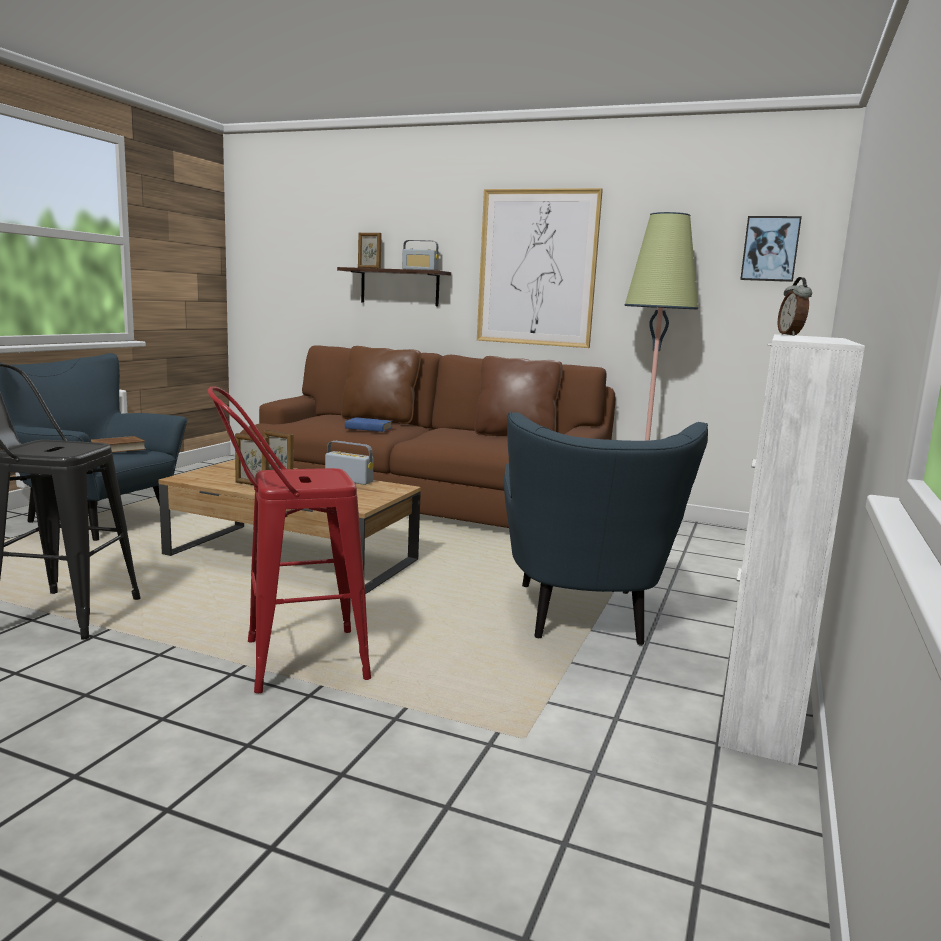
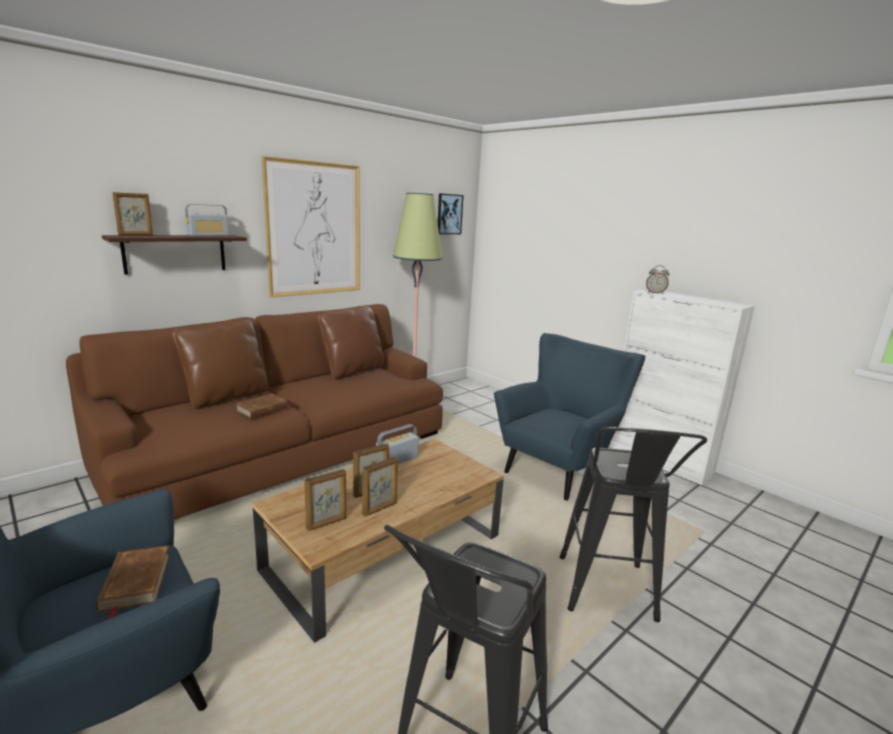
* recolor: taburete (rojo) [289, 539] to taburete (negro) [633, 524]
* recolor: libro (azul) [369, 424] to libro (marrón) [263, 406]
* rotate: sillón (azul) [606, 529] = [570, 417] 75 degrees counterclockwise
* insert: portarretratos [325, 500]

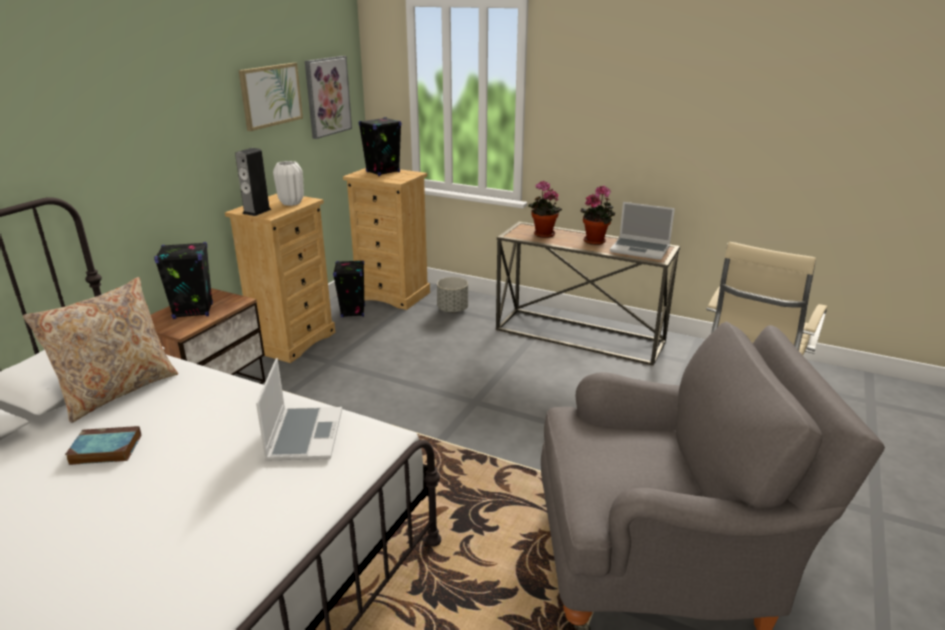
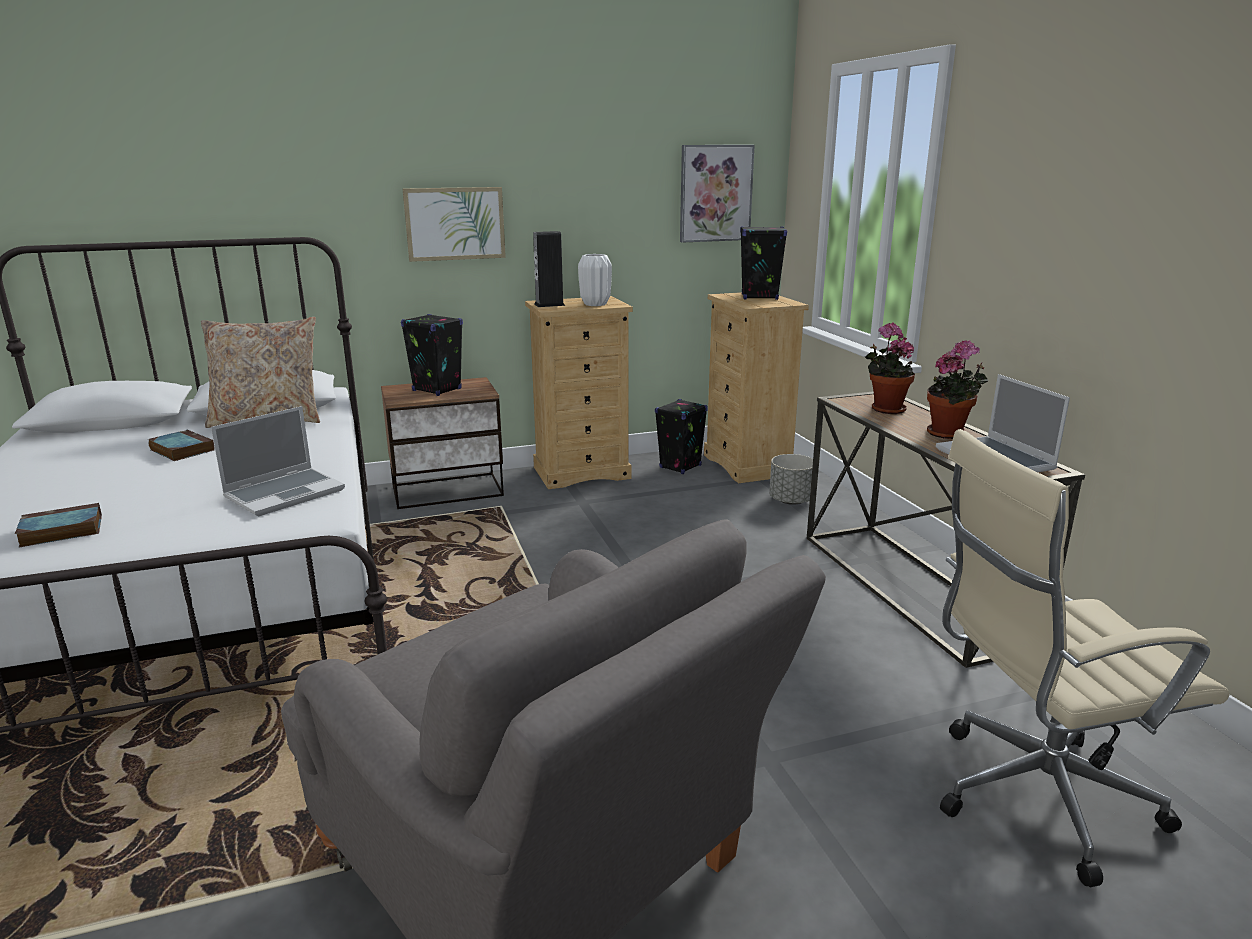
* move: cuadro [271, 97] to [454, 224]
* insert: libro [58, 525]

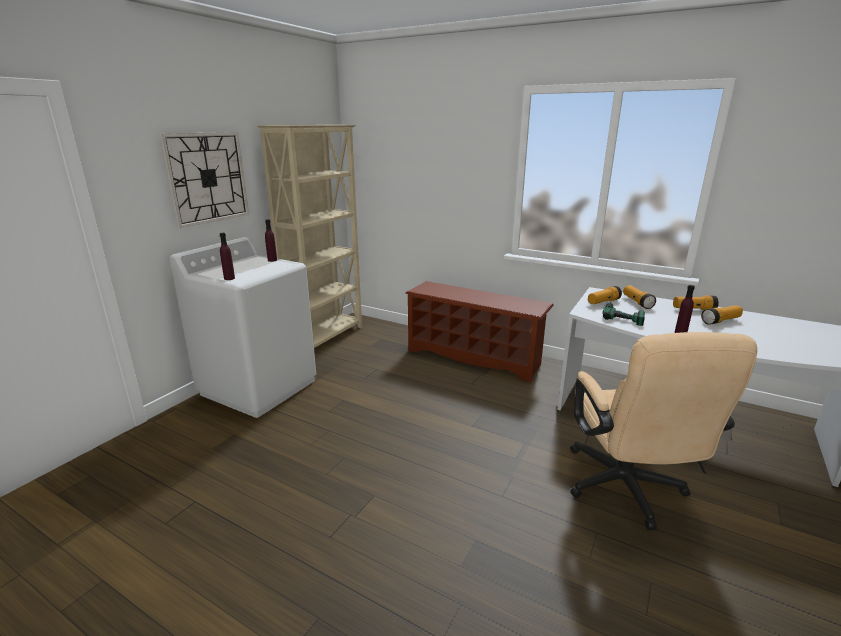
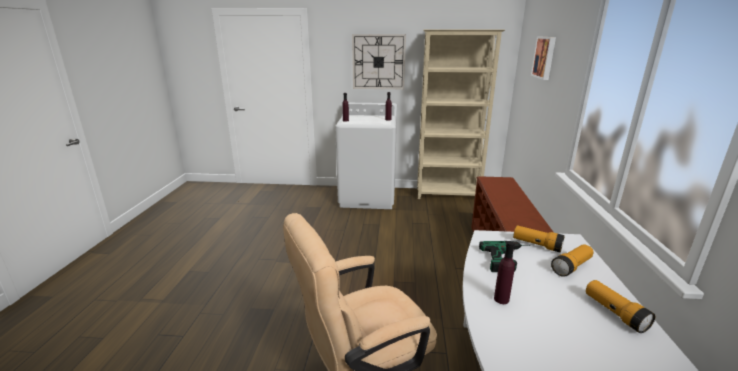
* delete: linterna [722, 315]
* insert: cuadro [543, 58]

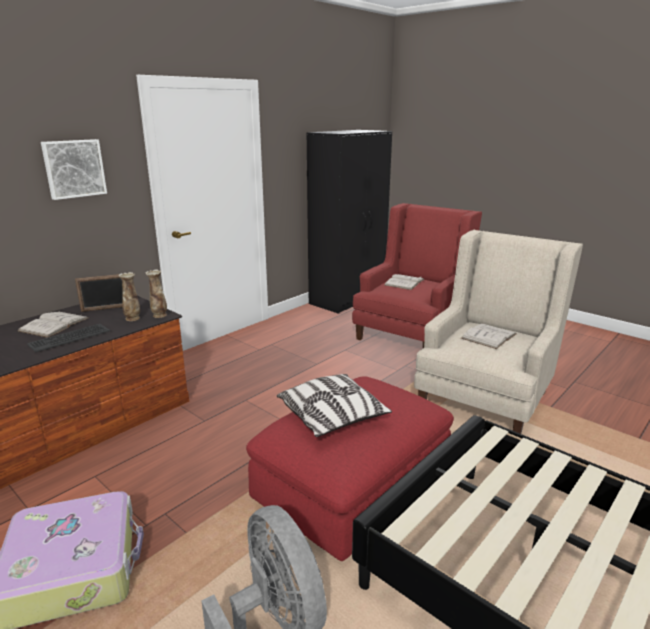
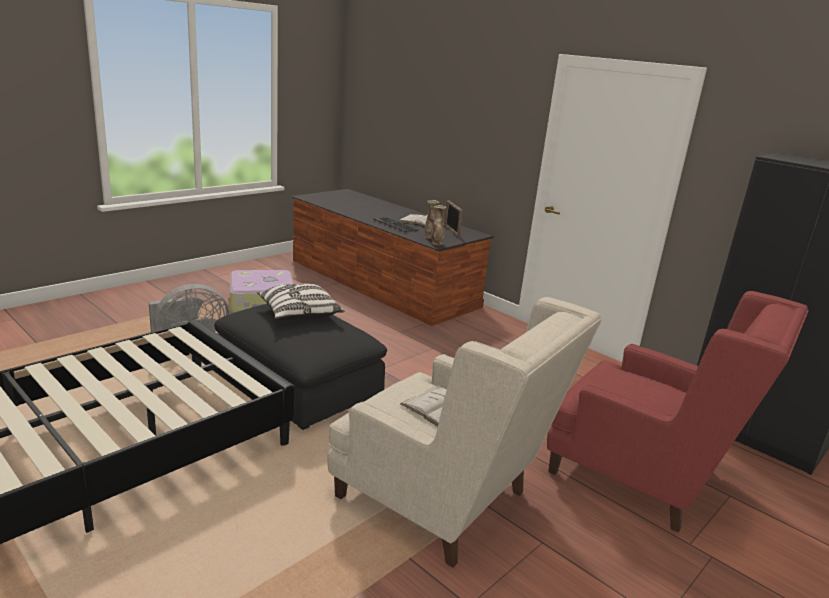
* delete: cuadro [74, 169]
* recolor: puf (rojo) [350, 468] to puf (negro) [300, 367]
* delete: libro (blanco) [404, 282]

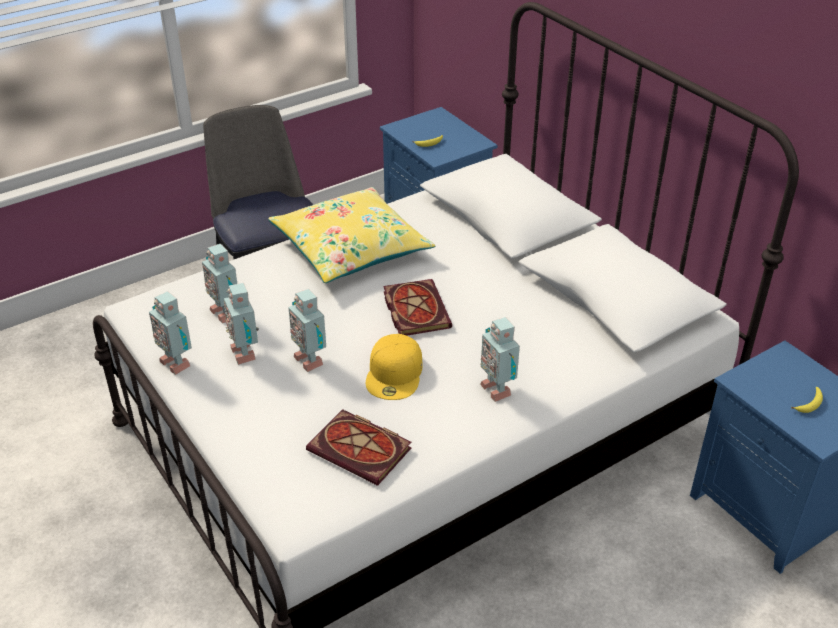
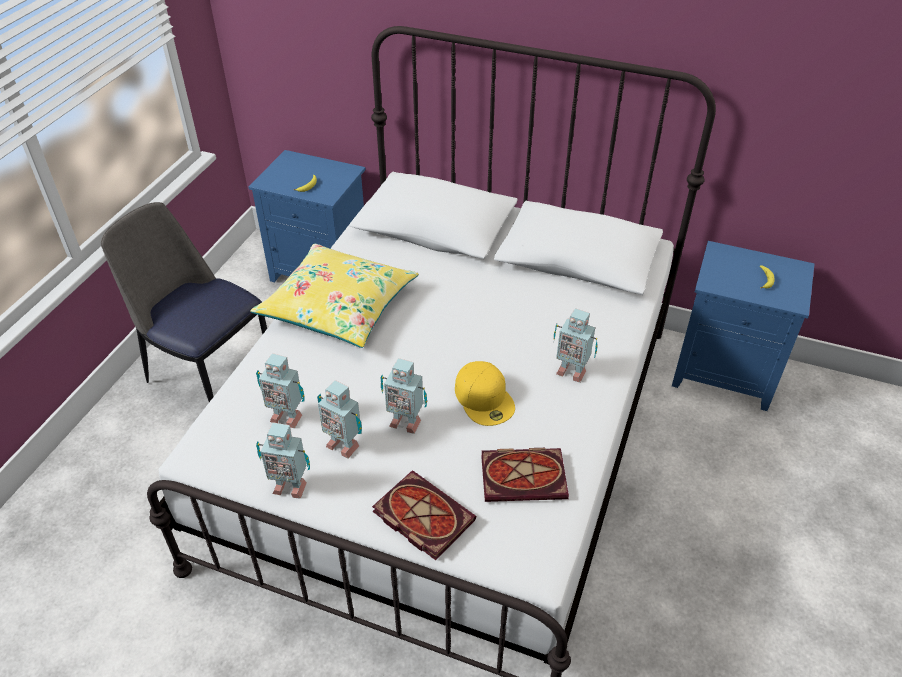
* move: libro [417, 307] to [424, 515]

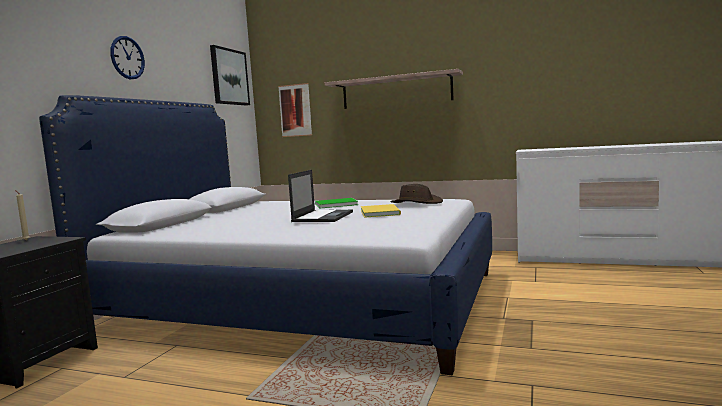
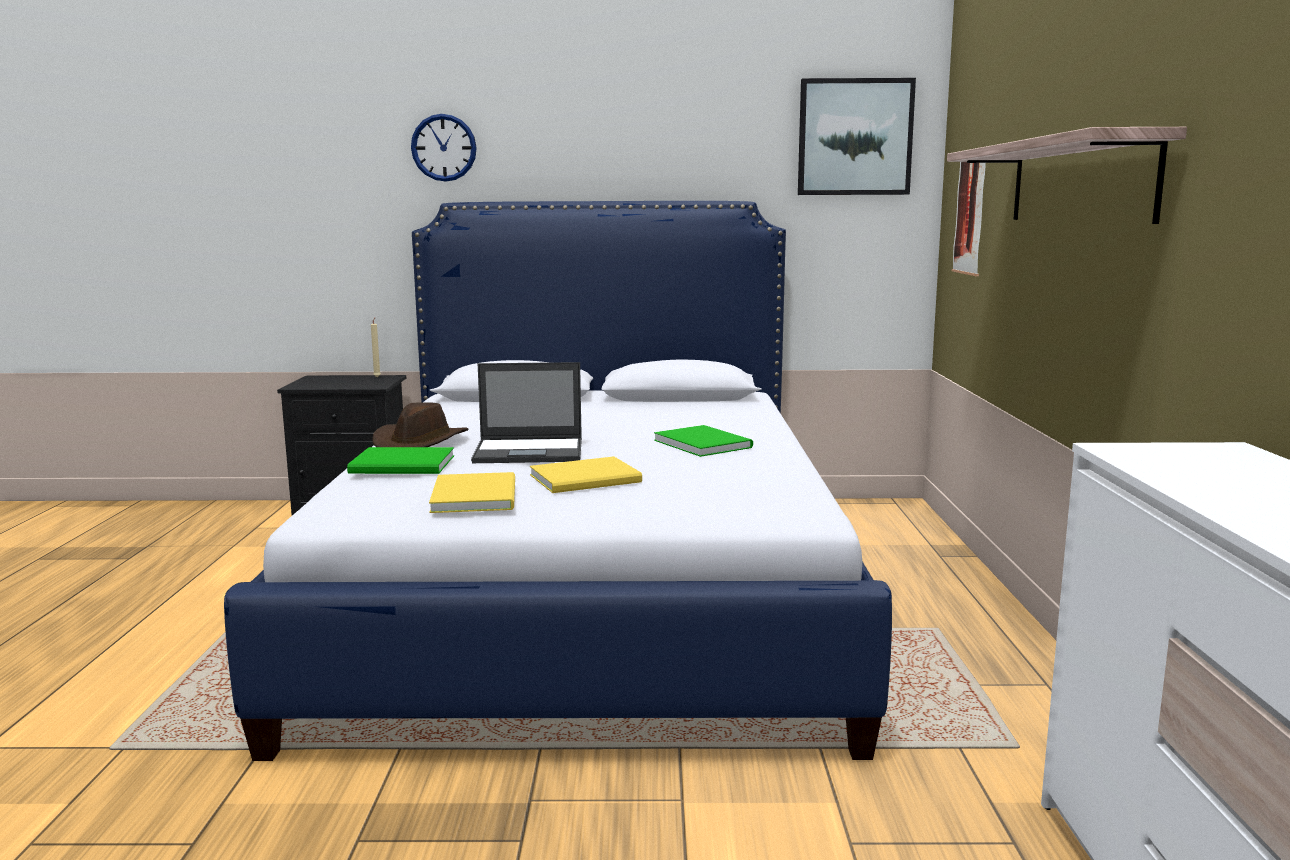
* move: reloj de pared [127, 57] to [444, 148]
* move: sombrero (marrón) [416, 194] to [420, 424]
* insert: libro (verde) [400, 460]
* insert: libro (amarillo) [472, 492]

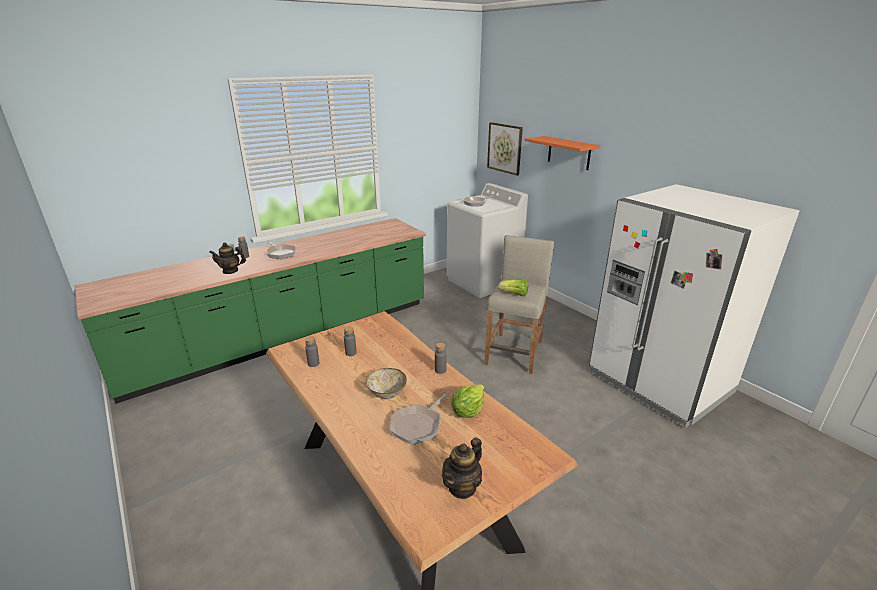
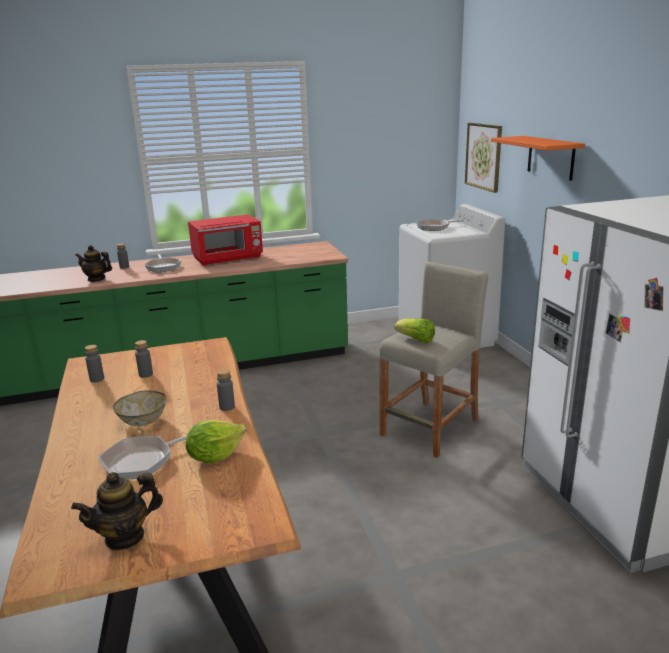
* insert: microondas (rojo) [225, 240]

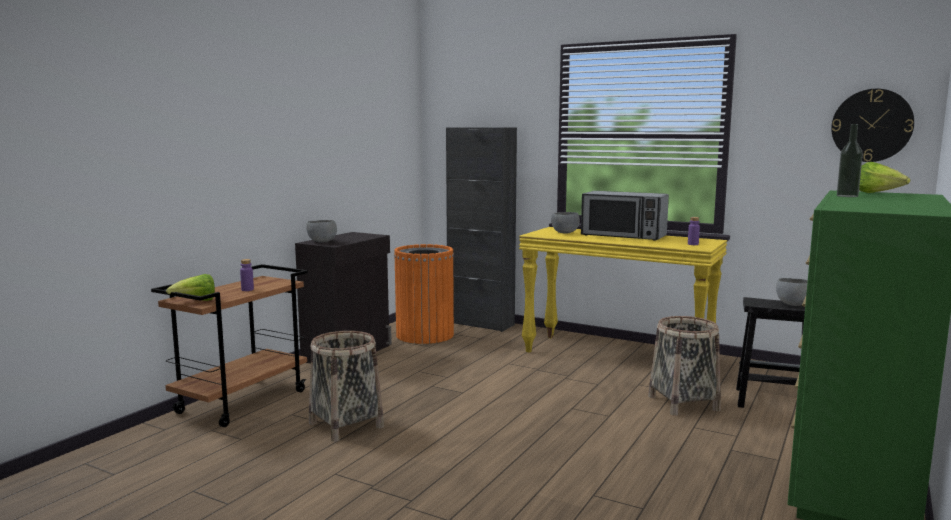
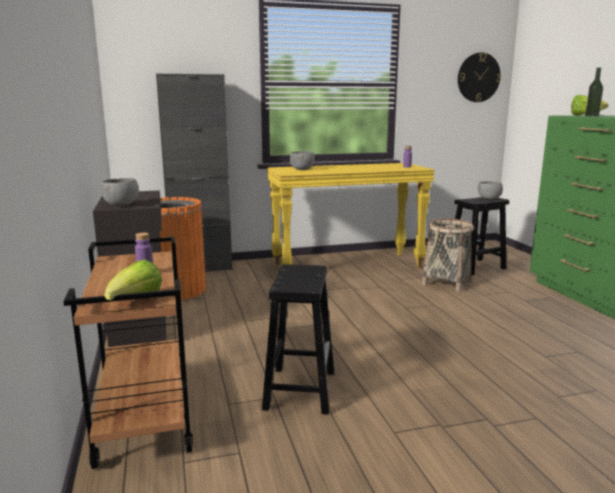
* replace: cesta [346, 386] to taburete (negro) [298, 339]
* delete: microondas [625, 216]

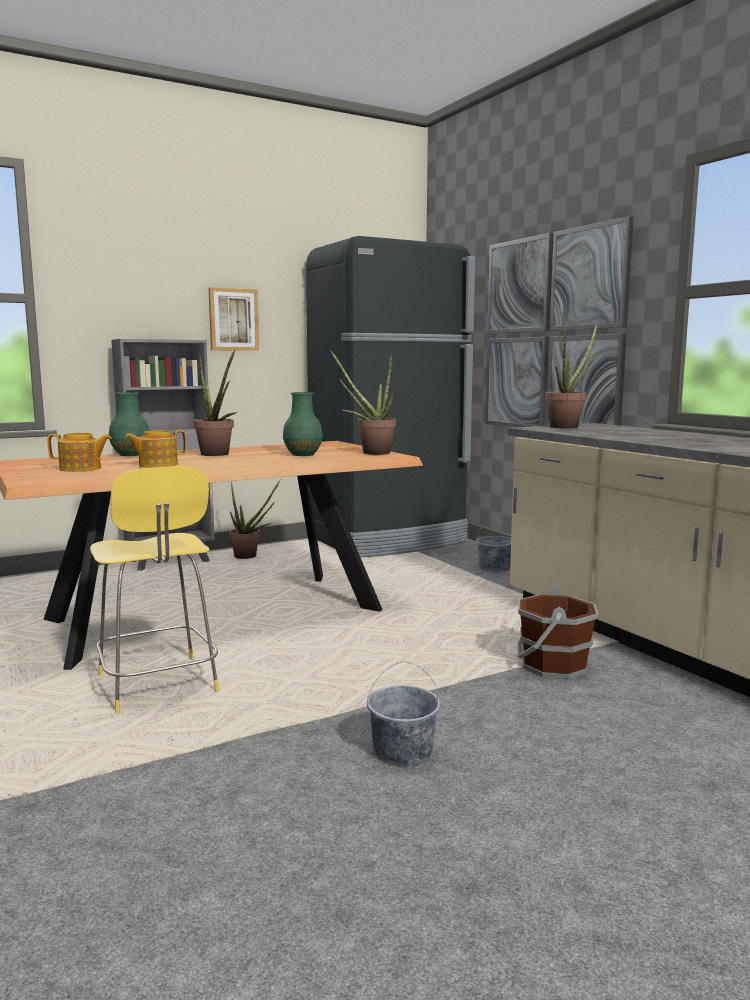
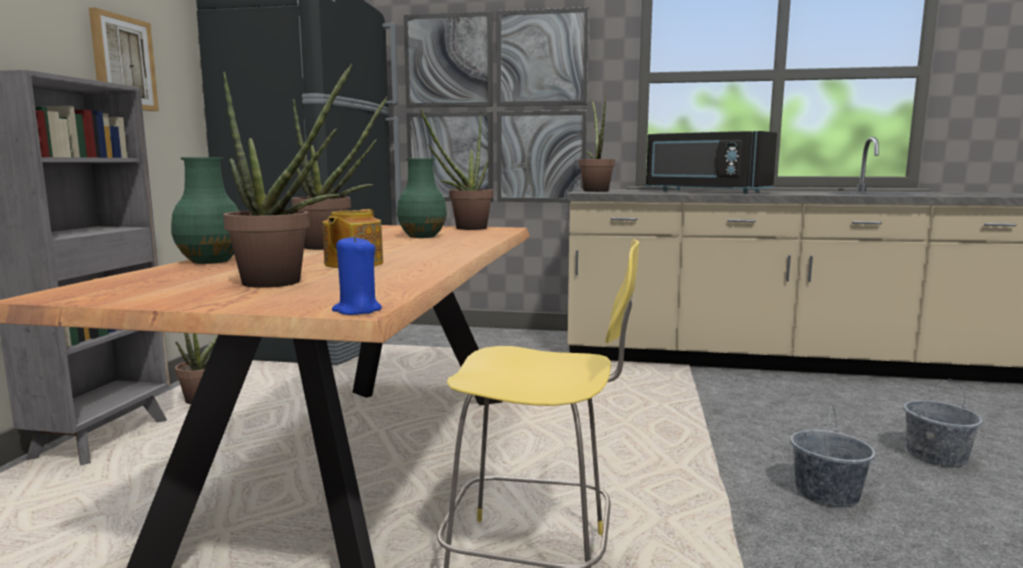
* replace: tetera [80, 452] to planta en maceta [288, 176]
* move: cubo (gris) [493, 546] to [943, 423]
* delete: cubo (marrón) [558, 631]
* insert: vela (azul) [357, 275]
* insert: microondas (negro) [711, 162]

